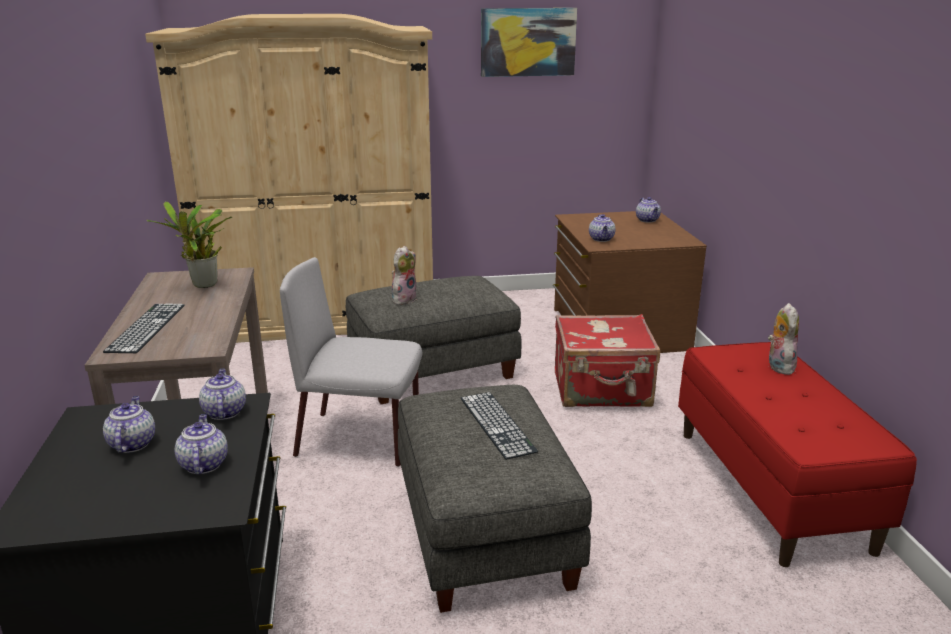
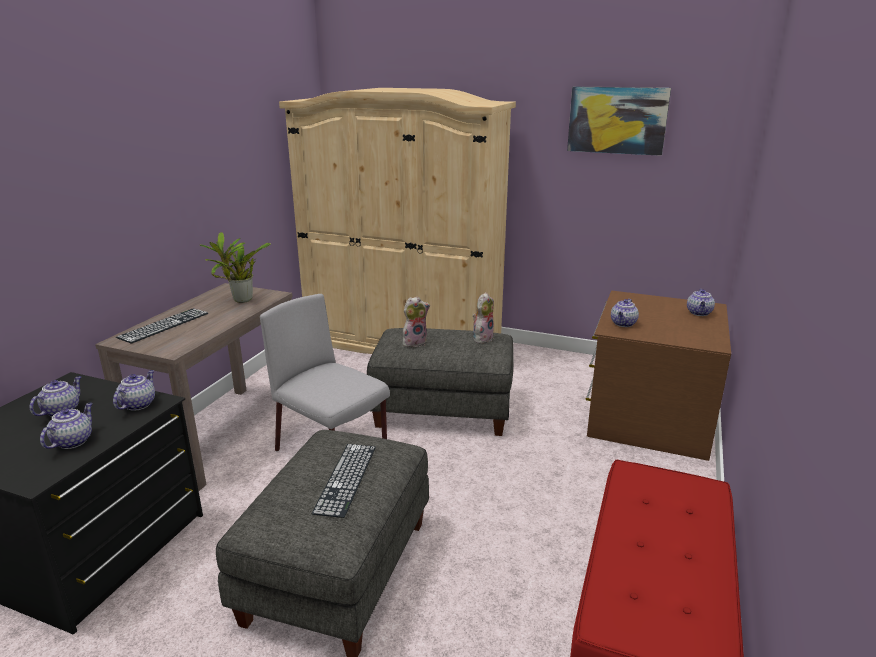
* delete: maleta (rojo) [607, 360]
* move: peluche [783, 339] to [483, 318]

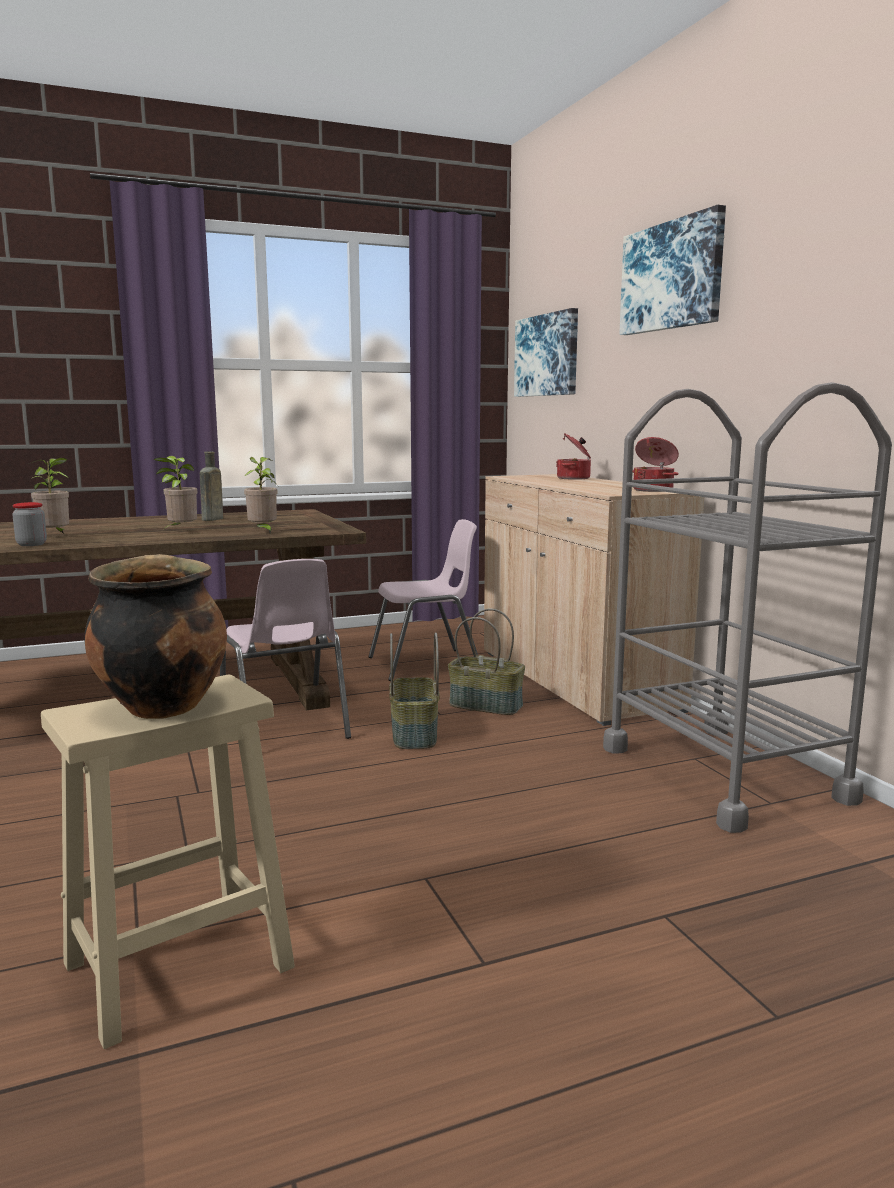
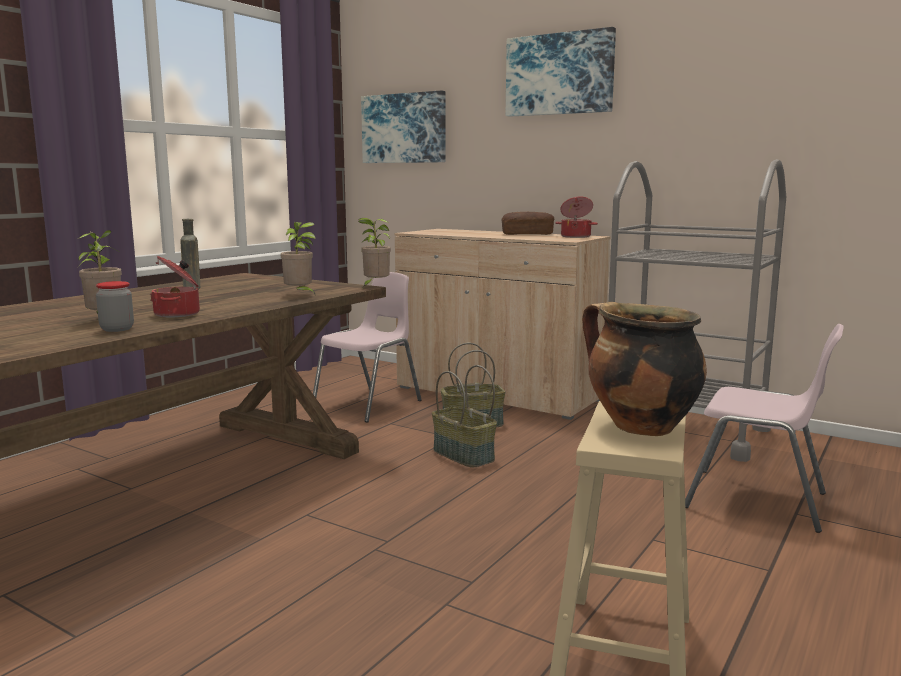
* move: planta en maceta [175, 493] to [374, 252]
* move: silla (rosa) [285, 649] to [764, 428]
* move: olla [573, 456] to [175, 286]
* insert: pan [528, 223]

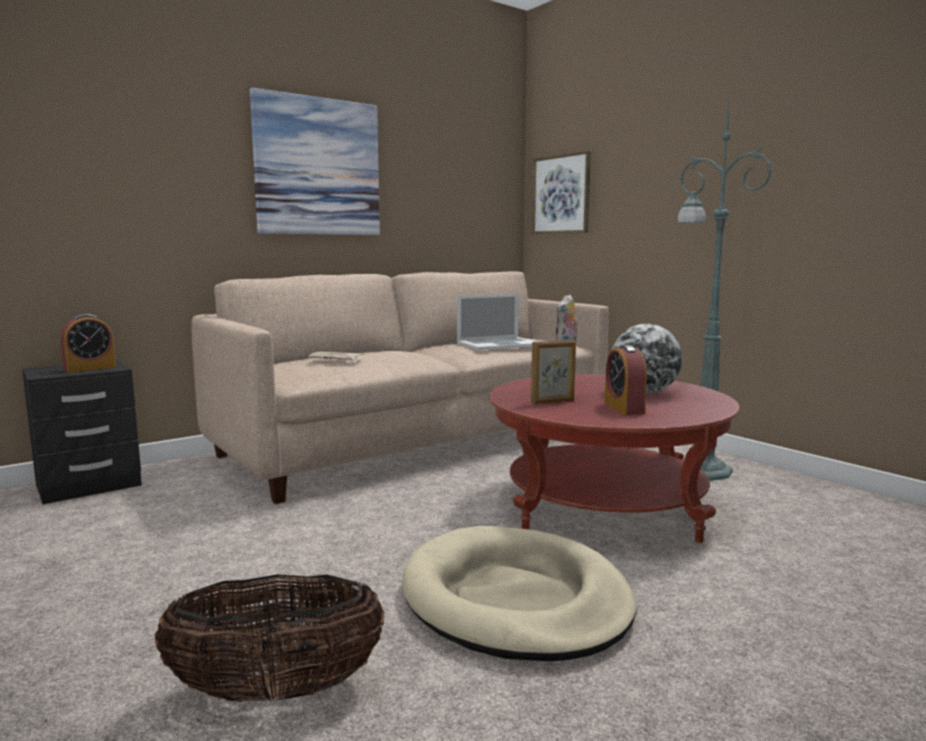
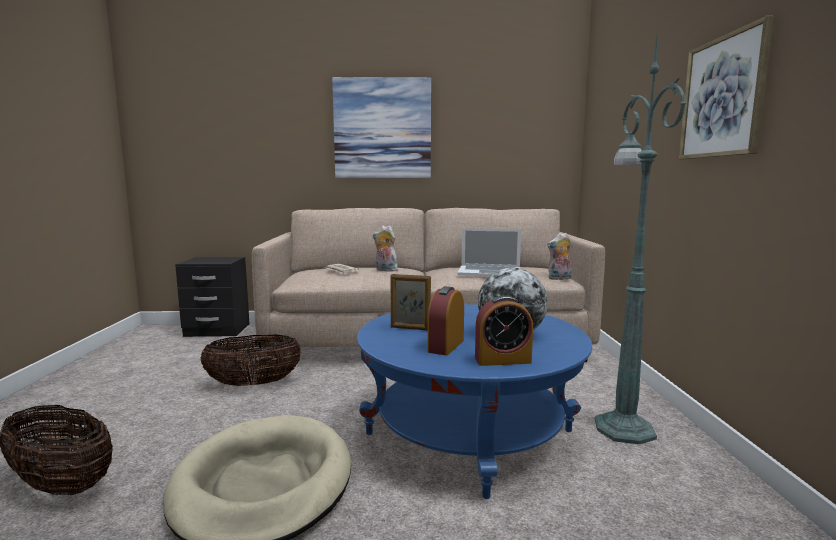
* move: despertador [88, 343] to [504, 330]
* recolor: mesa de centro (rojo) [614, 458] to mesa de centro (azul) [474, 401]
* move: cuadro [561, 192] to [726, 88]
* insert: cesta [251, 360]
* insert: peluche [385, 249]

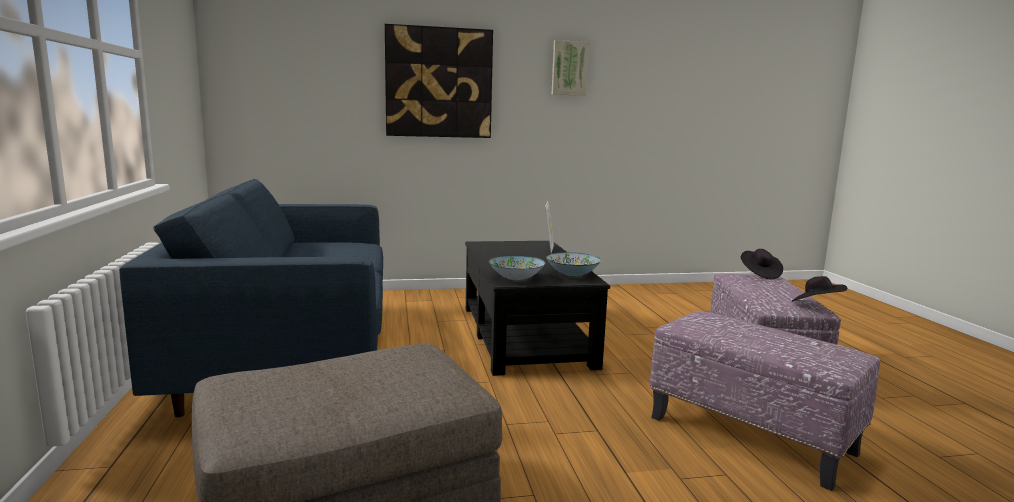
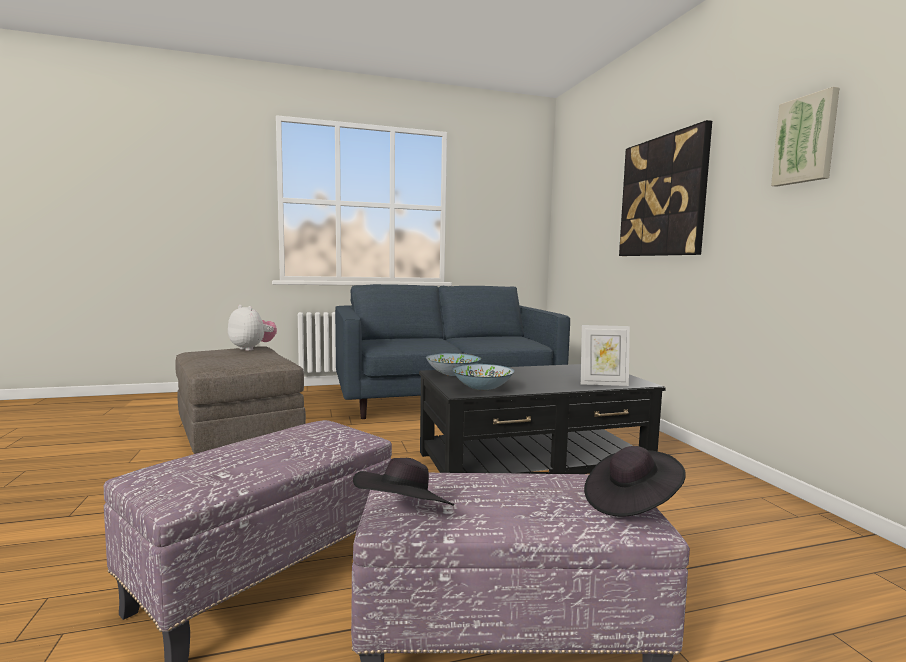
* insert: peluche [252, 328]

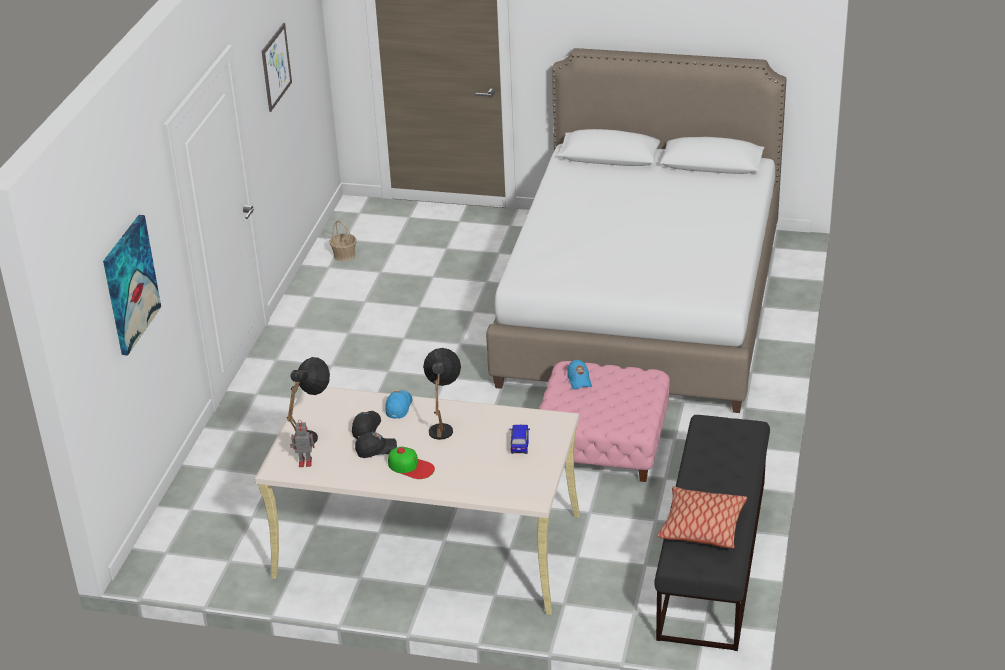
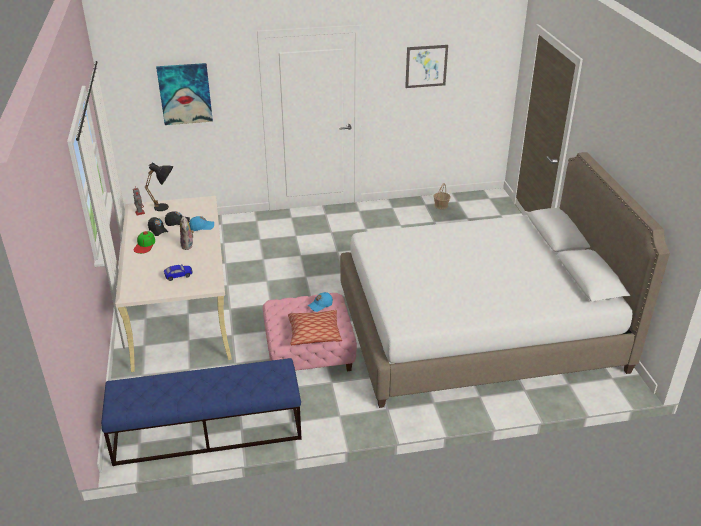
* replace: lámpara de mesa (negro) [442, 394] to peluche [187, 233]
* recolor: banco (negro) [712, 533] to banco (azul) [201, 412]
* move: cojín [702, 517] to [315, 327]

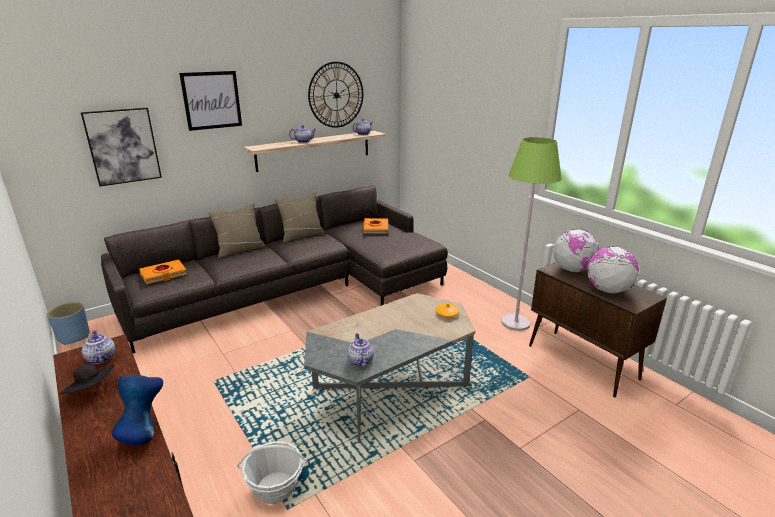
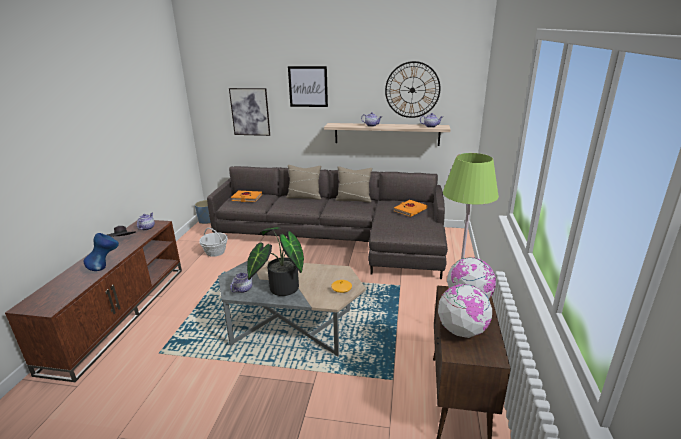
* move: cesta [272, 472] to [213, 242]
* insert: planta en maceta [275, 262]

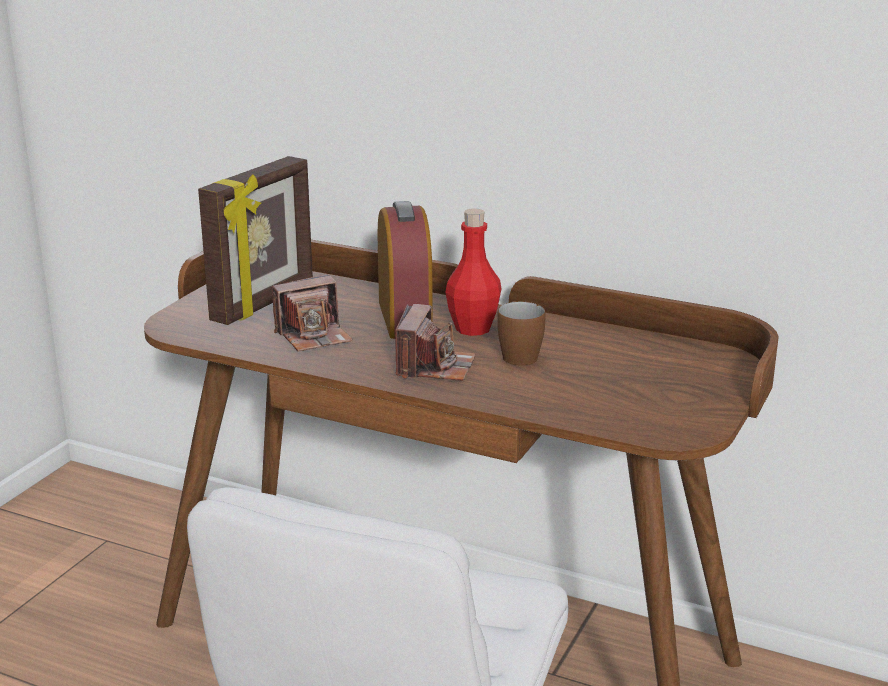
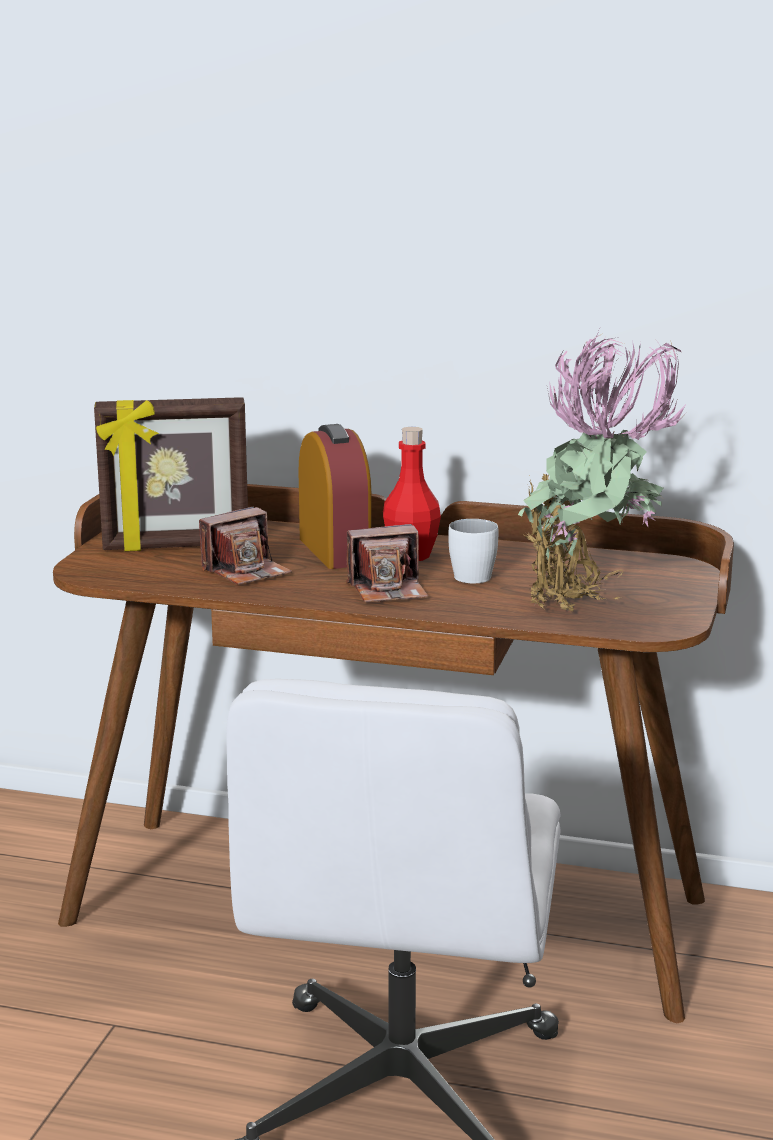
* rotate: portarretratos [255, 240] = [171, 474] 60 degrees clockwise
* rotate: cámara [435, 342] = [387, 563] 75 degrees clockwise
* recolor: taza grande (marrón) [521, 333] to taza grande (blanco) [474, 551]
* insert: planta en maceta [603, 471]

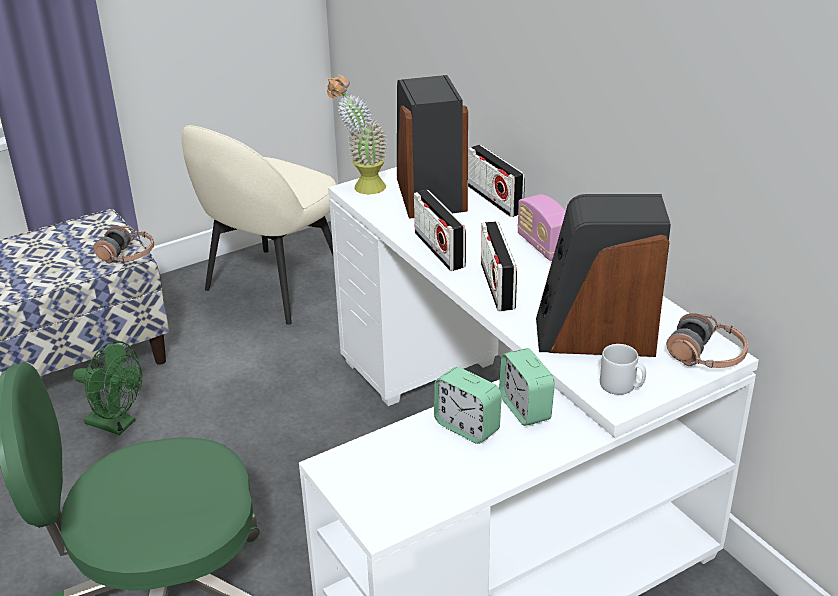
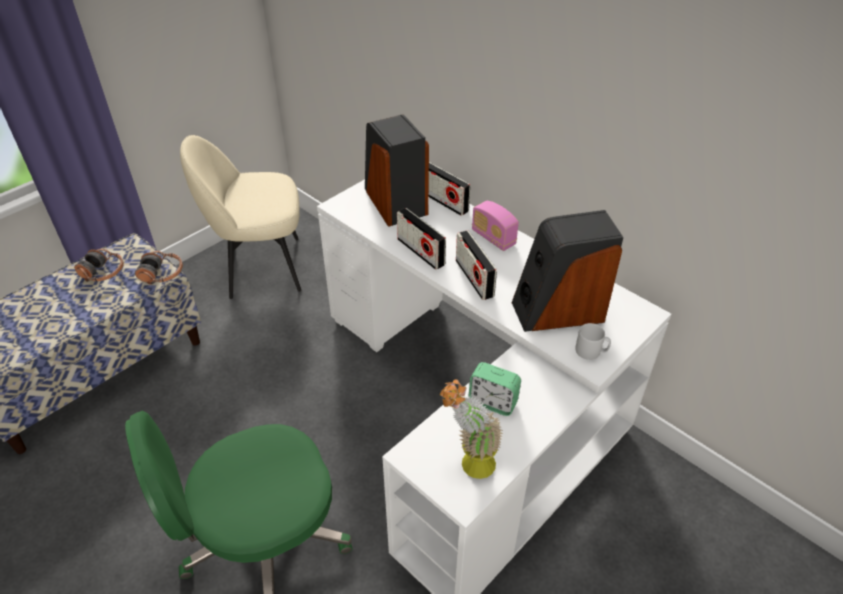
* delete: ventilador (verde) [107, 388]
* rotate: silla (beis) [259, 225] = [240, 217] 60 degrees clockwise
* move: planta en maceta [357, 134] to [471, 429]
* delete: despertador [527, 387]
* move: auriculares [708, 340] to [99, 265]

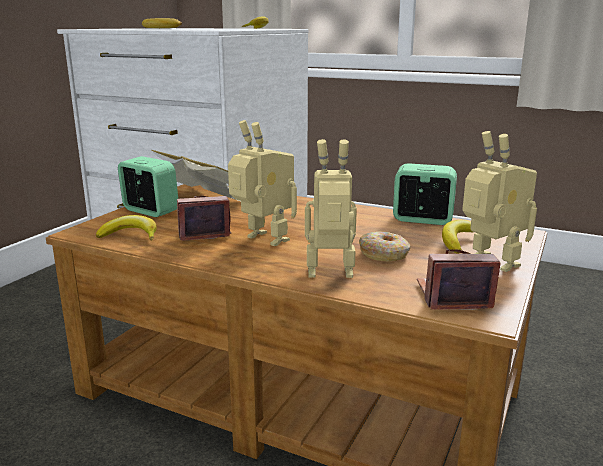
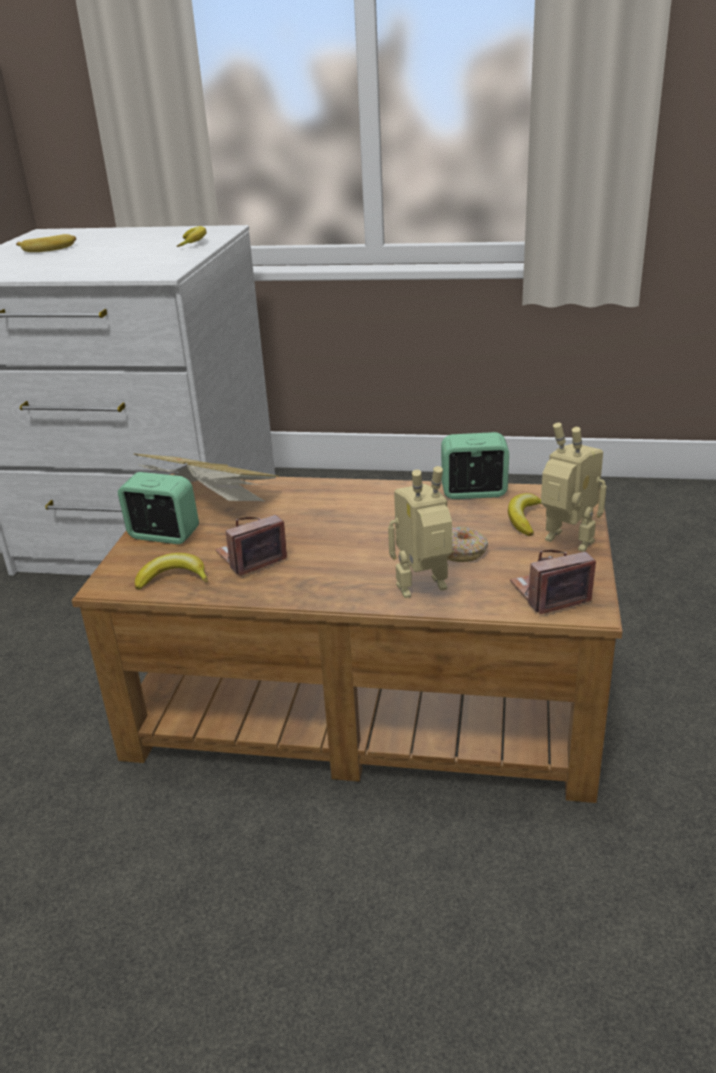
* delete: robot de juguete [262, 183]

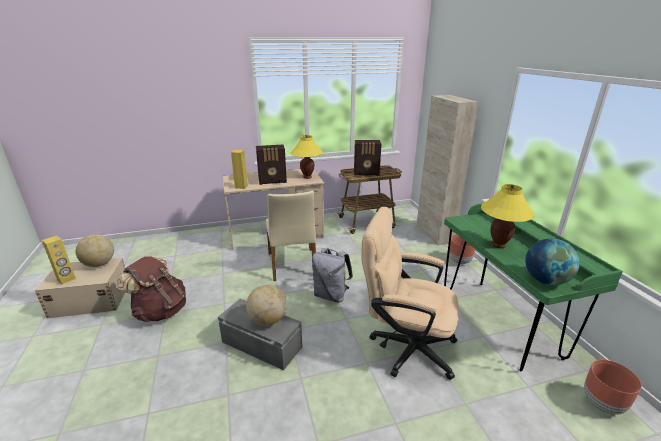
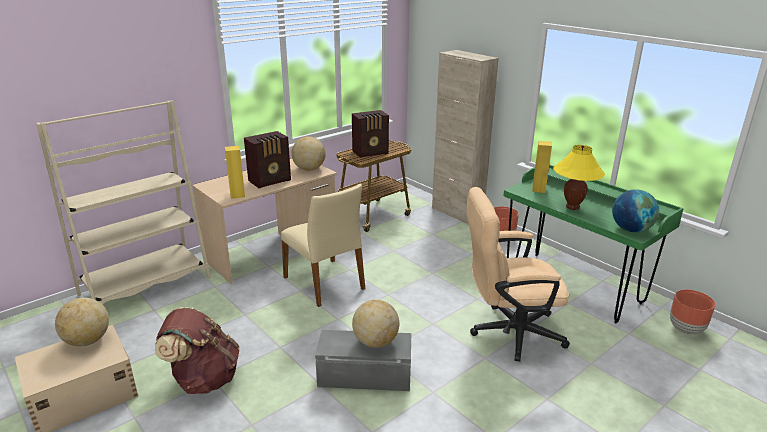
* move: altavoz (amarillo) [59, 260] to [542, 167]
* replace: lámpara de mesa (amarillo) [306, 157] to globo terráqueo [308, 153]
* delete: mochila (gris) [332, 275]
* insert: estantería (beis) [123, 202]

